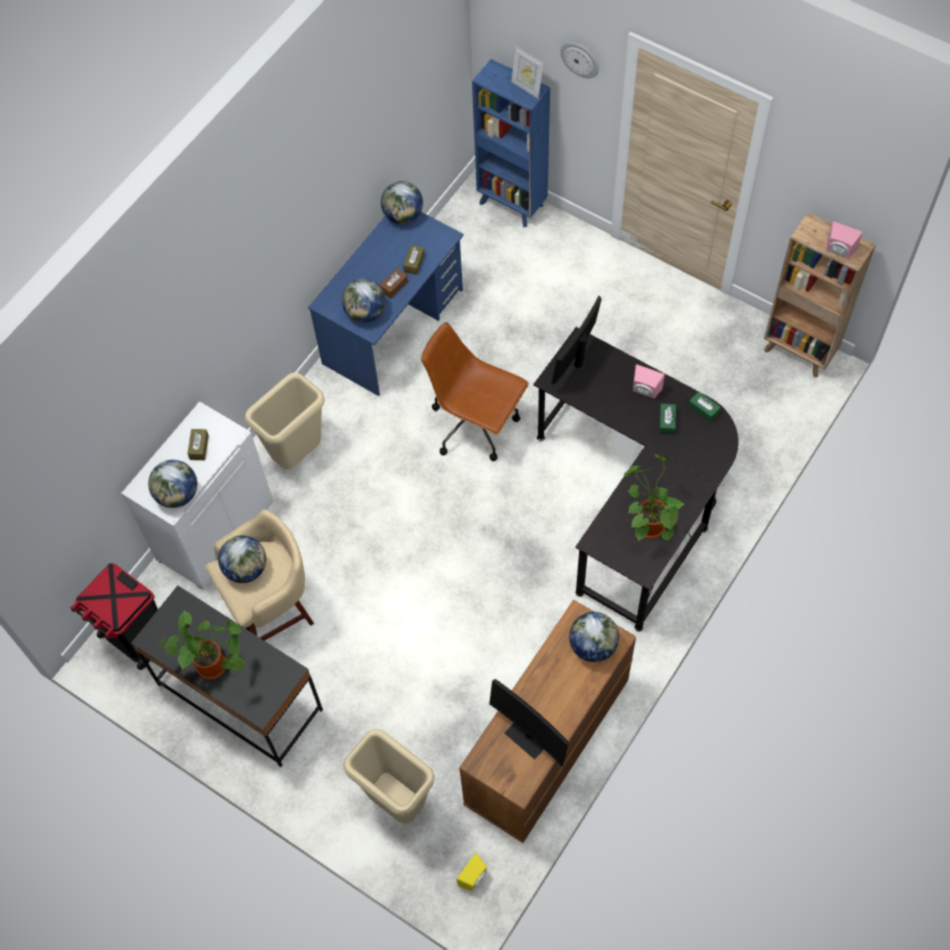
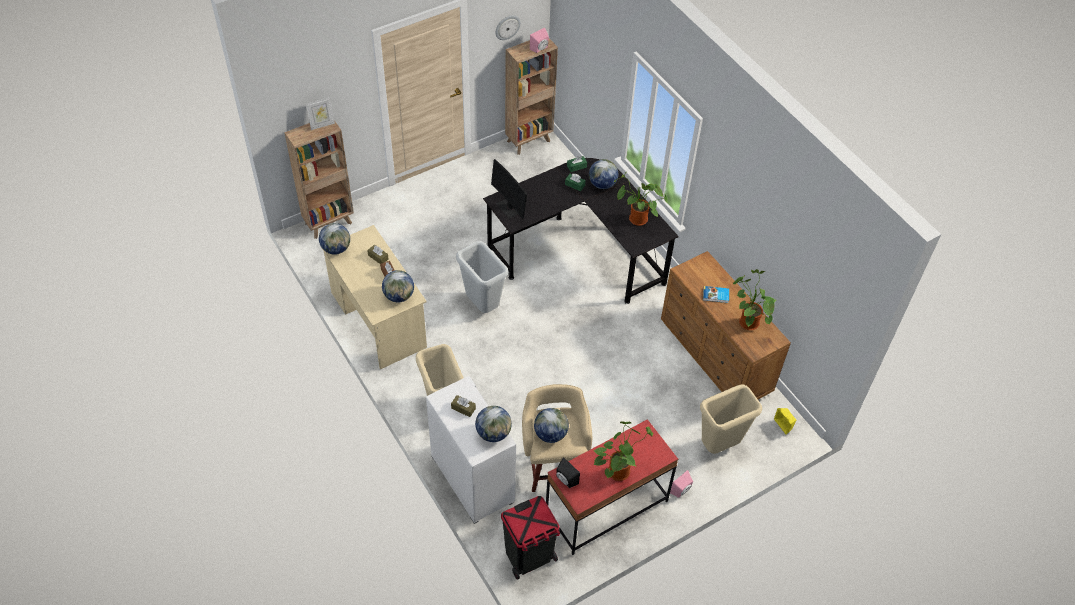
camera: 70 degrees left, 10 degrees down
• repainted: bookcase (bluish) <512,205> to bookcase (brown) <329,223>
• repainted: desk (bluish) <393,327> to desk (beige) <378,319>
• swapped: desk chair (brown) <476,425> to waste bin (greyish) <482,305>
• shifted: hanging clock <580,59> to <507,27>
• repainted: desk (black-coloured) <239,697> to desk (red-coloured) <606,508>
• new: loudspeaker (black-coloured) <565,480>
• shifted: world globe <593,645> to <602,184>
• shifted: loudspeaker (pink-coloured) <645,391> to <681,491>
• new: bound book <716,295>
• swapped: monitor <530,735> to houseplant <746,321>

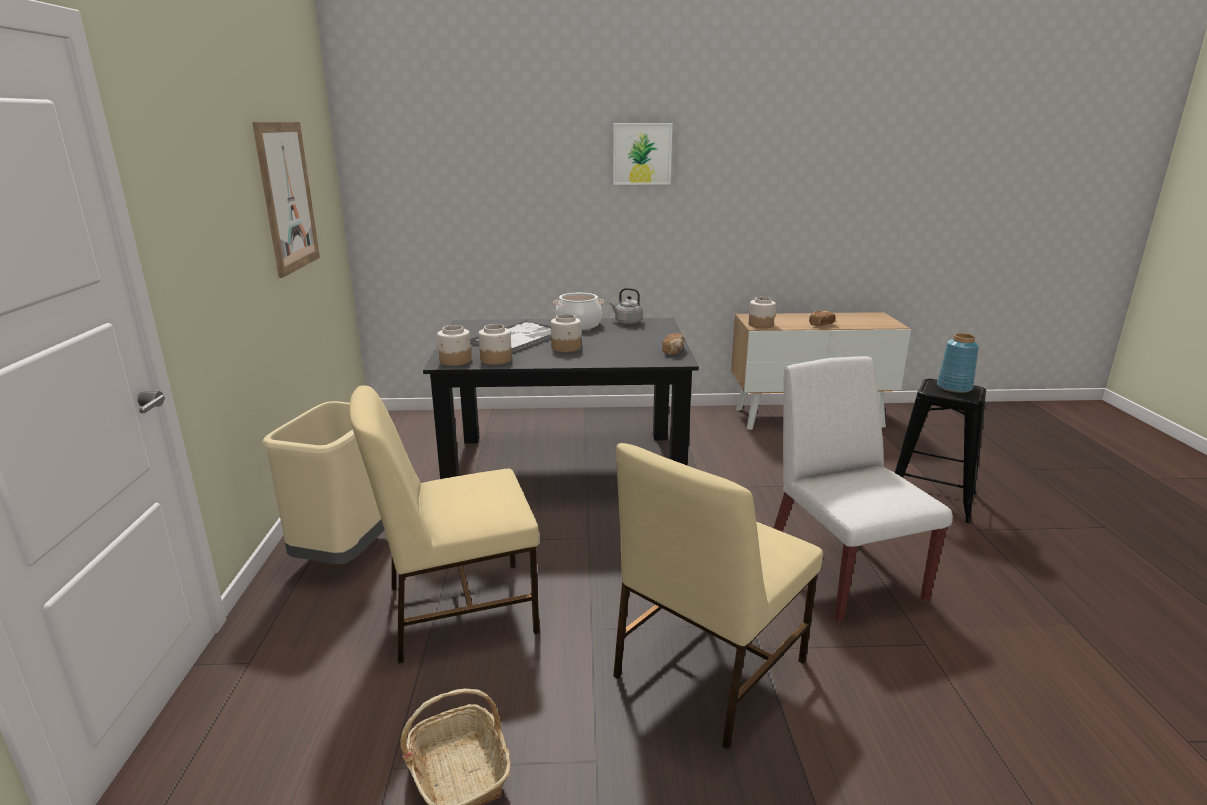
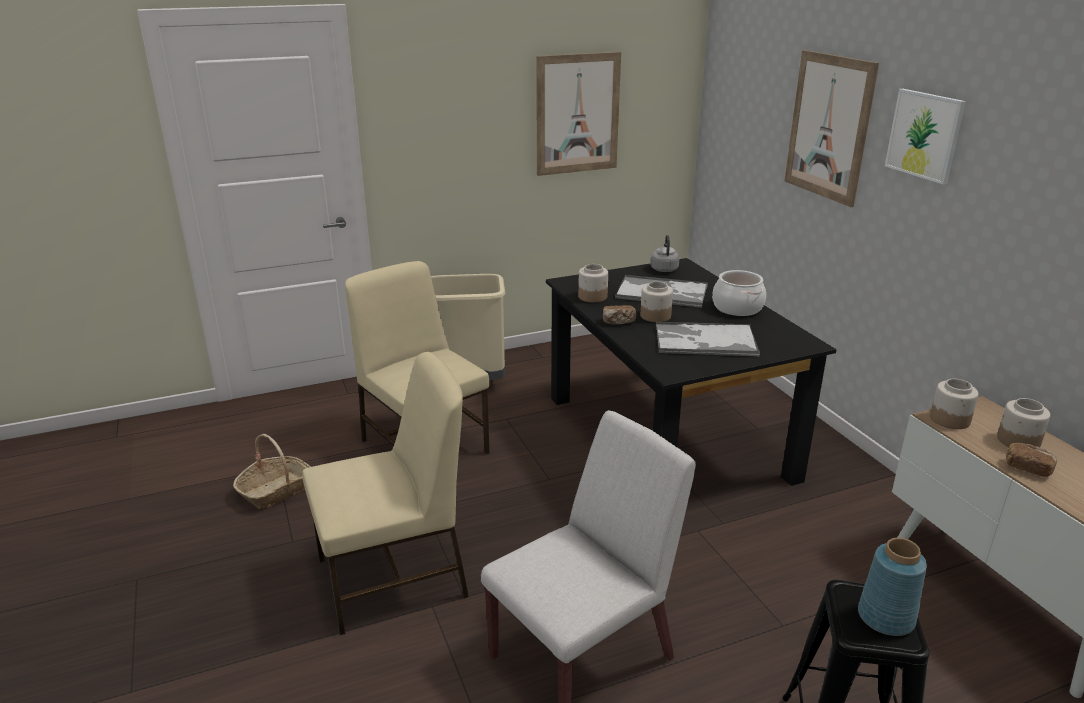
camera: 70 degrees right, 5 degrees up
• rotated: plain chair (beige) <707,669> = <395,577> 135 degrees clockwise
• shifted: bread <673,351> to <618,322>
• shifted: tea kettle (greyish) <627,322> to <664,269>
• new: serving tray <704,341>
• new: picture <828,127>
• shifted: jar <455,361> to <1018,441>

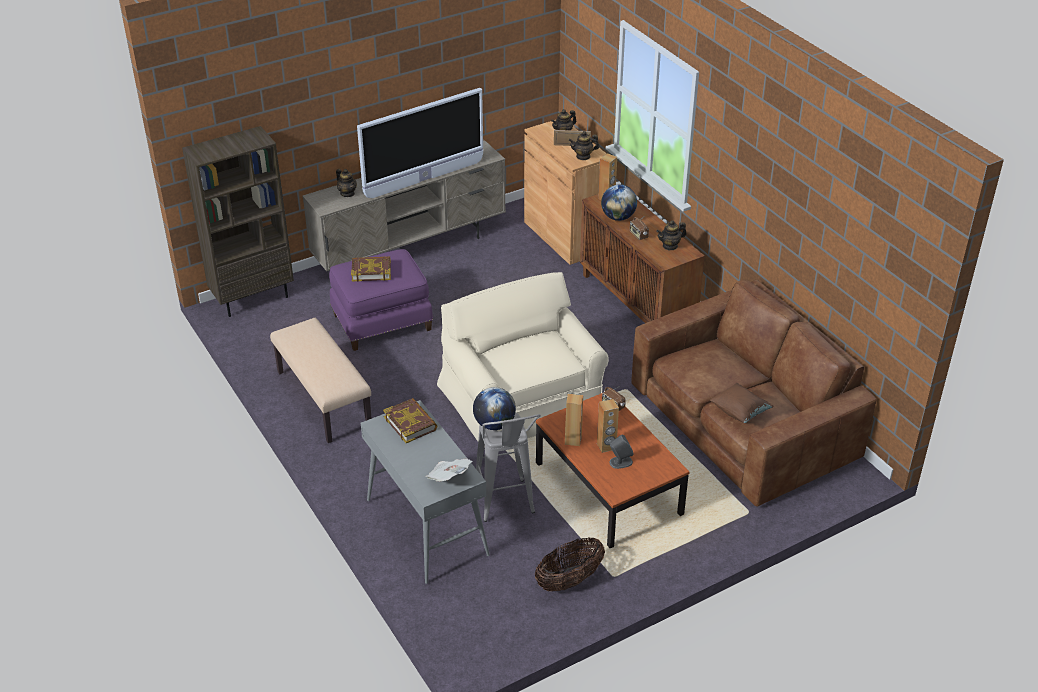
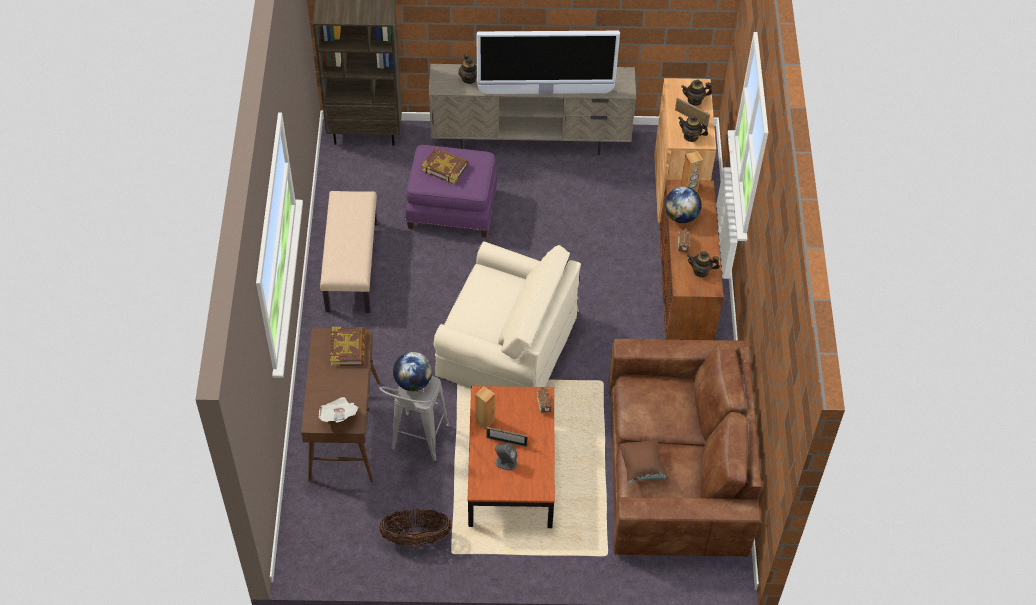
camera: 30 degrees right, 15 degrees up
• repainted: console table (greyish) <426,527> to console table (brown) <344,430>
• rotated: armchair (beige) <521,399> = <507,346> 105 degrees clockwise
• swapped: loudspeaker (brown) <606,446> to standing frame <506,441>

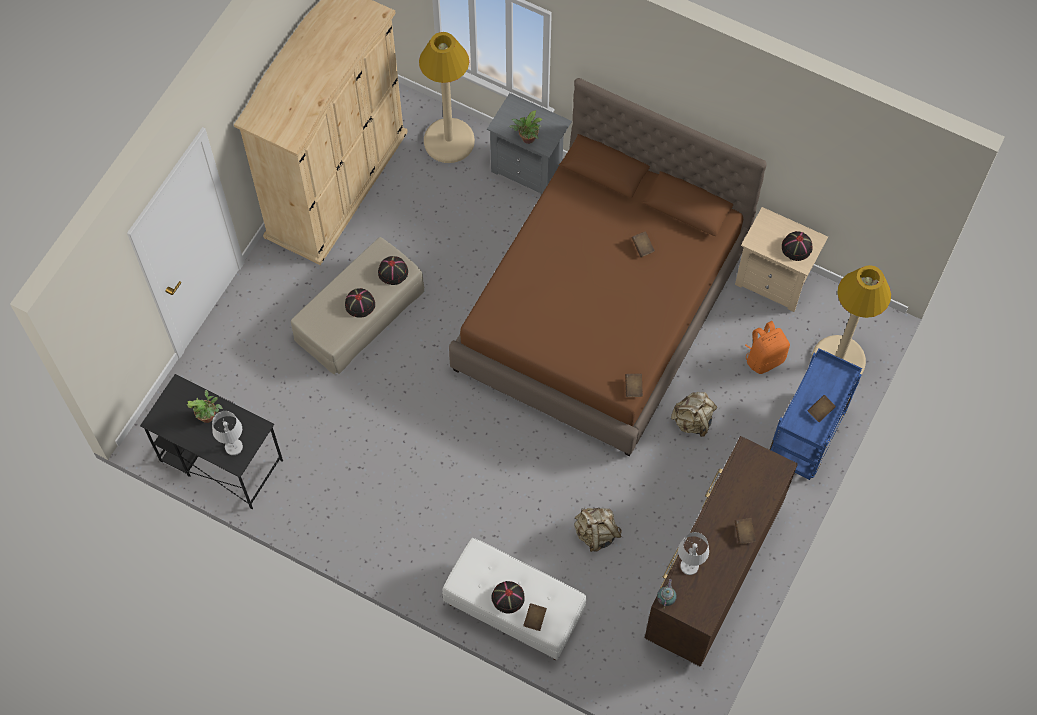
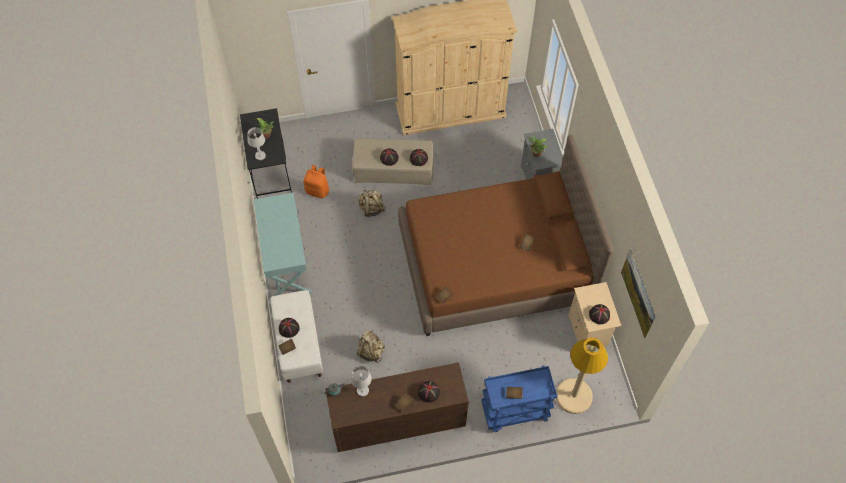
camera: 50 degrees right, 5 degrees down
• new: console table (turquoise-coloured) <286,261>
• shifted: rucksack (orangey) <764,358> to <318,190>
• shifted: rucksack (beige) <693,421> to <371,208>
• new: wearable hat (black-coloured) <428,392>
• new: picture <635,299>
• gone: standing lamp (beige) <449,141>

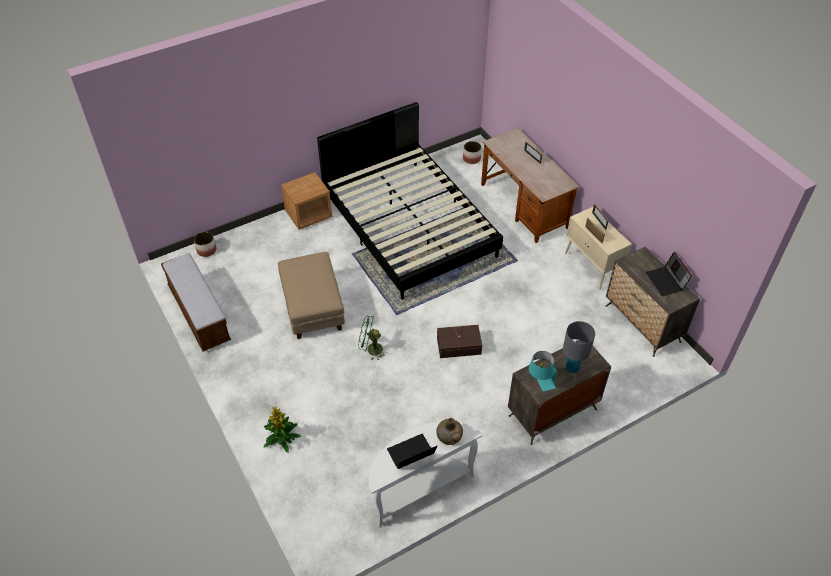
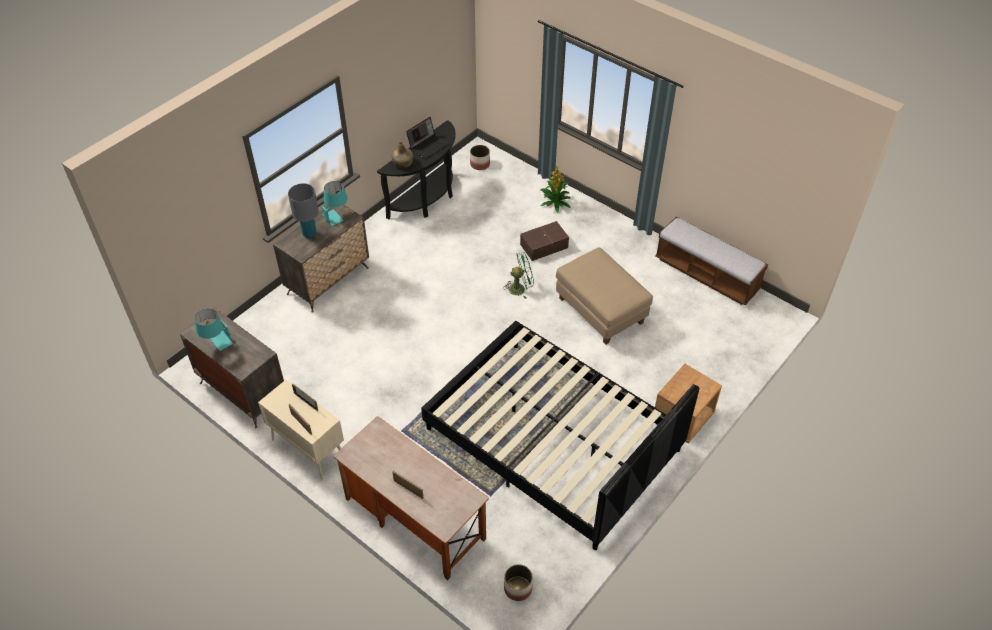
camera: 160 degrees right, 0 degrees up
• swapped: notebook computer <666,281> to table lamp (turquoise-coloured) <216,343>
• repainted: console table (whitish) <419,488> to console table (black-coloured) <426,200>
• shifted: flower pot <206,250> to <480,164>
• shifted: storage container (brown) <459,346> to <543,246>

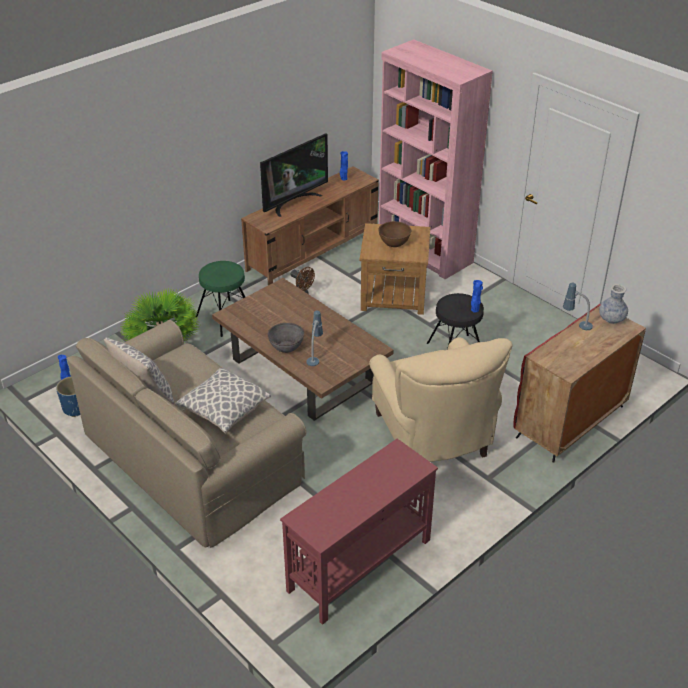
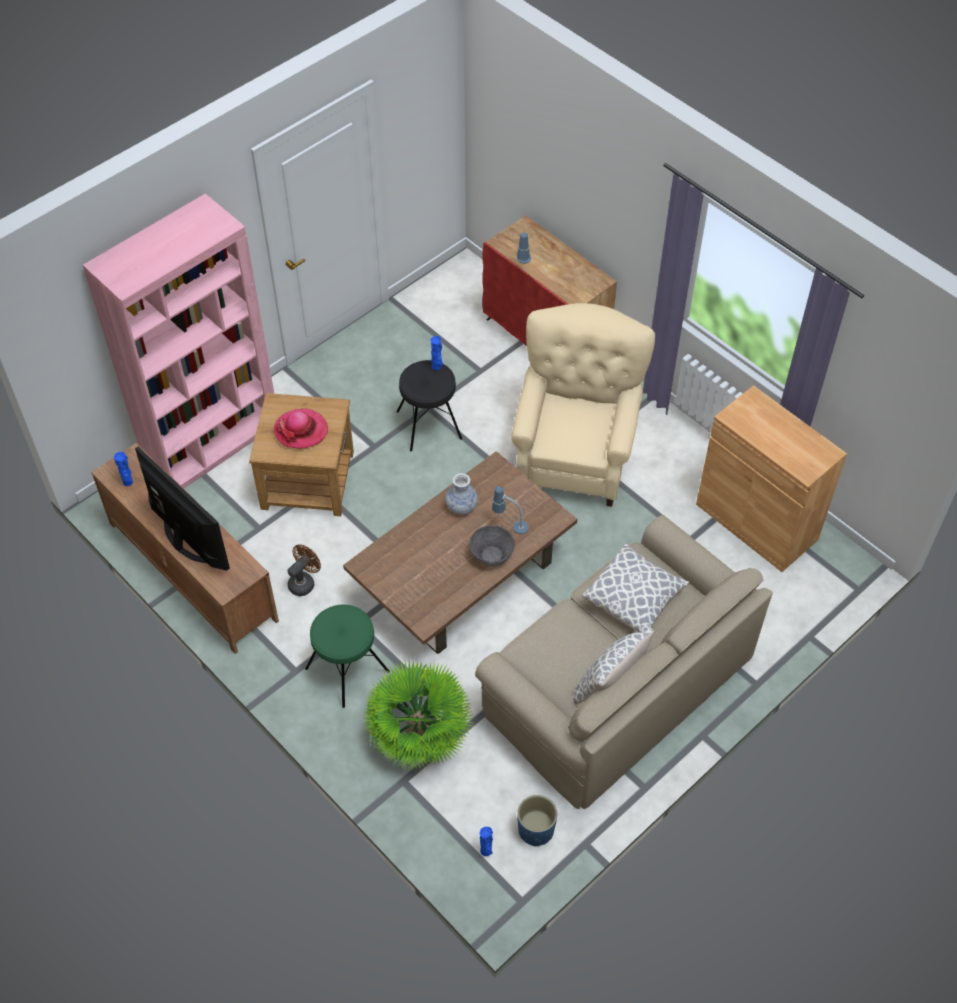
camera: 90 degrees left, 15 degrees up
• swapped: serving bowl (brown) <394,242> to wearable hat <301,430>
• shifted: flower vase <611,319> to <461,506>
• rotated: armchair (beige) <432,438> = <575,454> 60 degrees counterclockwise
• swapped: console table (red-coloured) <358,565> to cabinet (brown) <756,522>

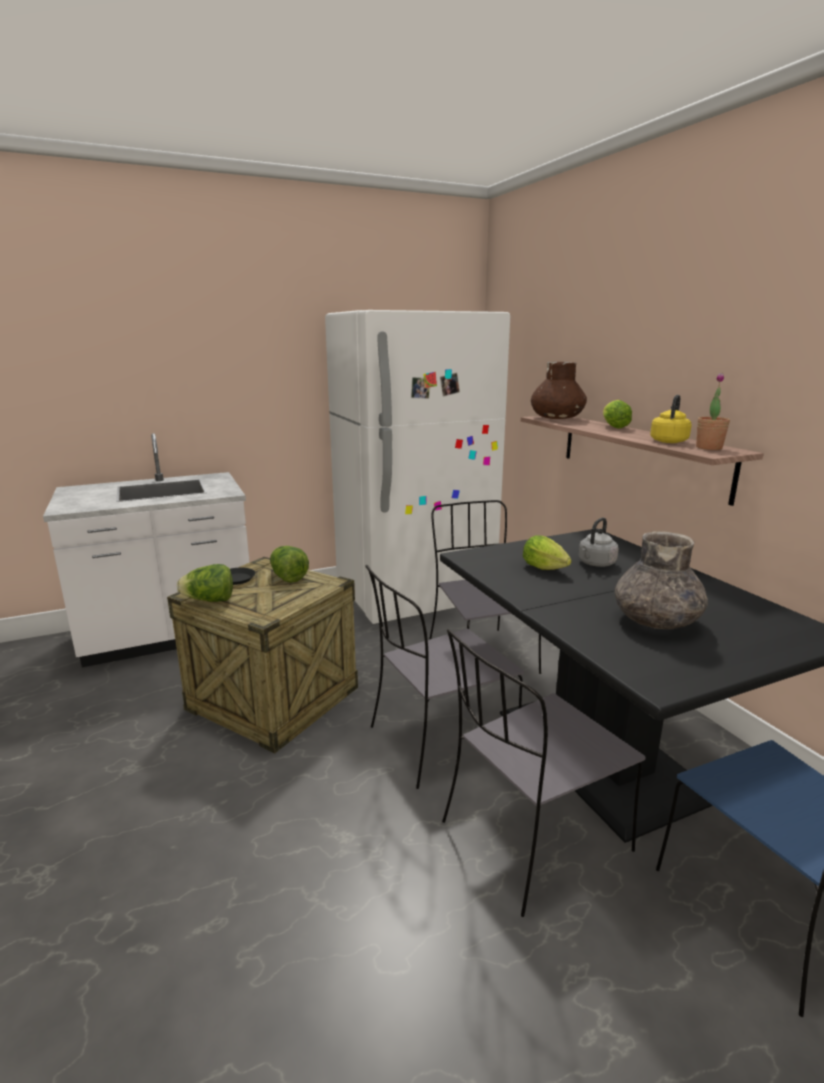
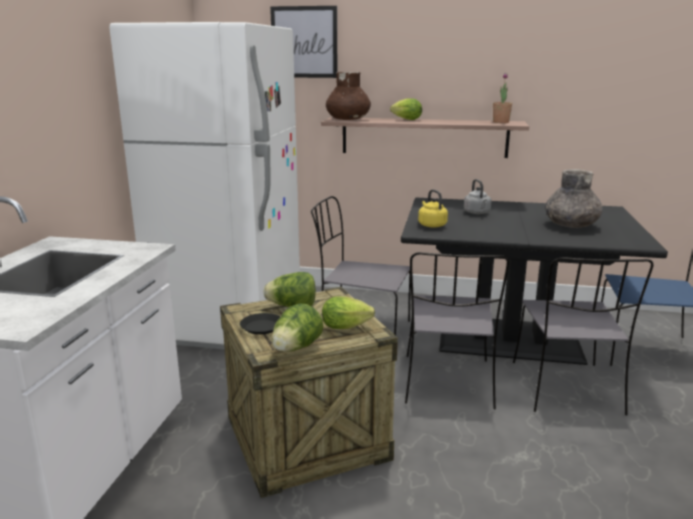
camera: 55 degrees left, 0 degrees up
• new: picture <304,42>
• shifted: lettuce head <546,569> to <348,327>
• shifted: tea kettle (yellowish) <669,441> to <431,225>

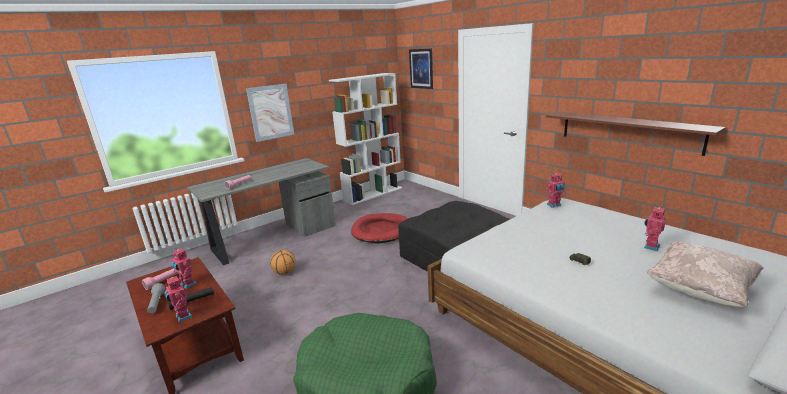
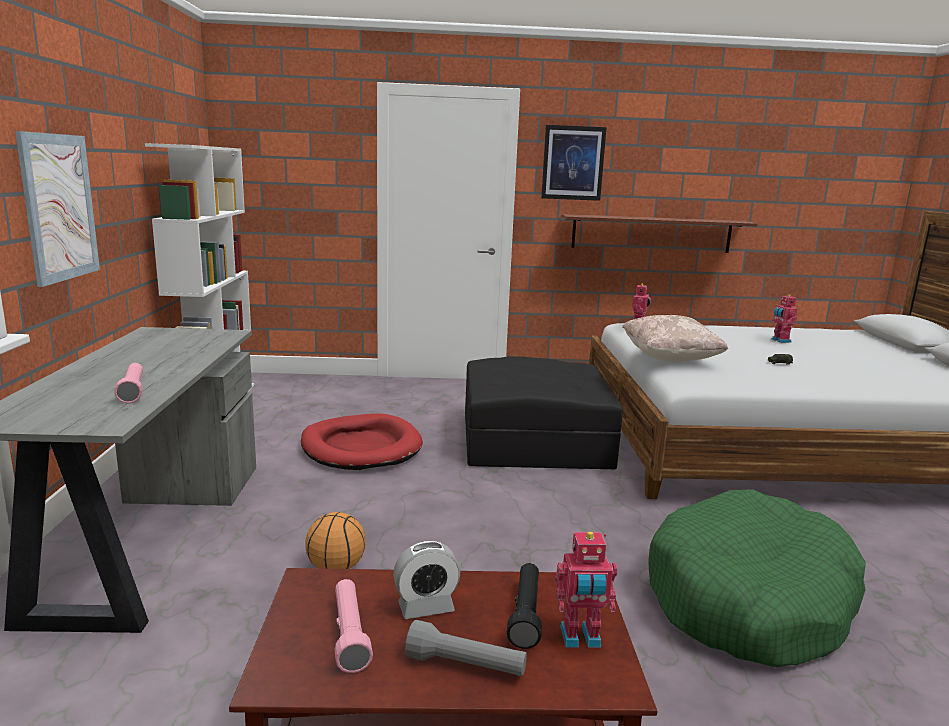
camera: 55 degrees left, 5 degrees down
• swapped: model robot <187,285> to bedside clock <426,607>
• shifted: picture <421,68> to <573,163>
• shifted: pillow (beige) <699,290> to <670,359>

